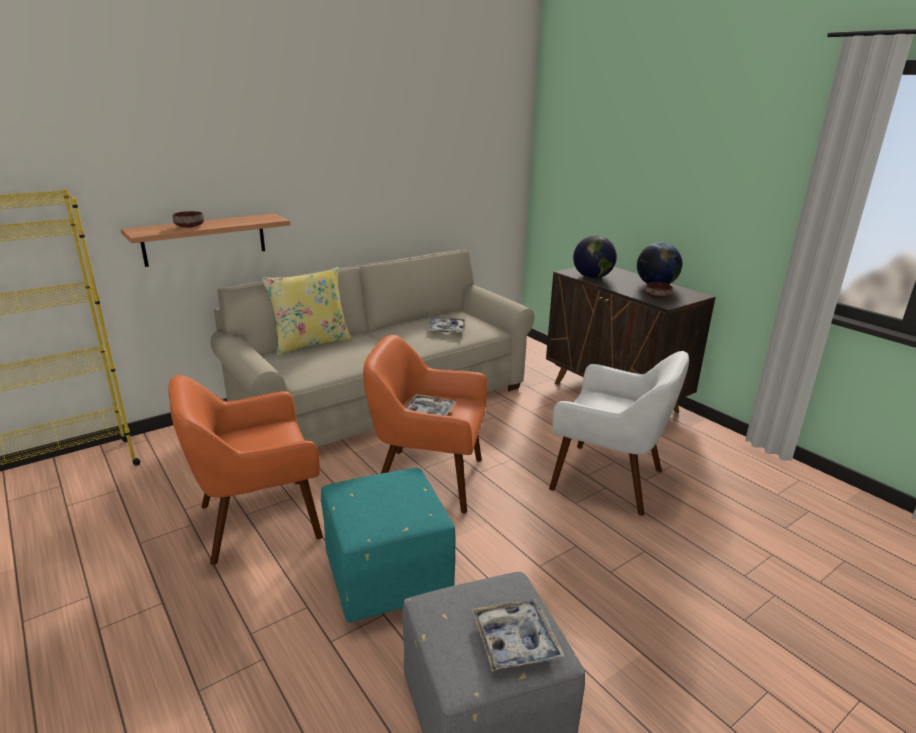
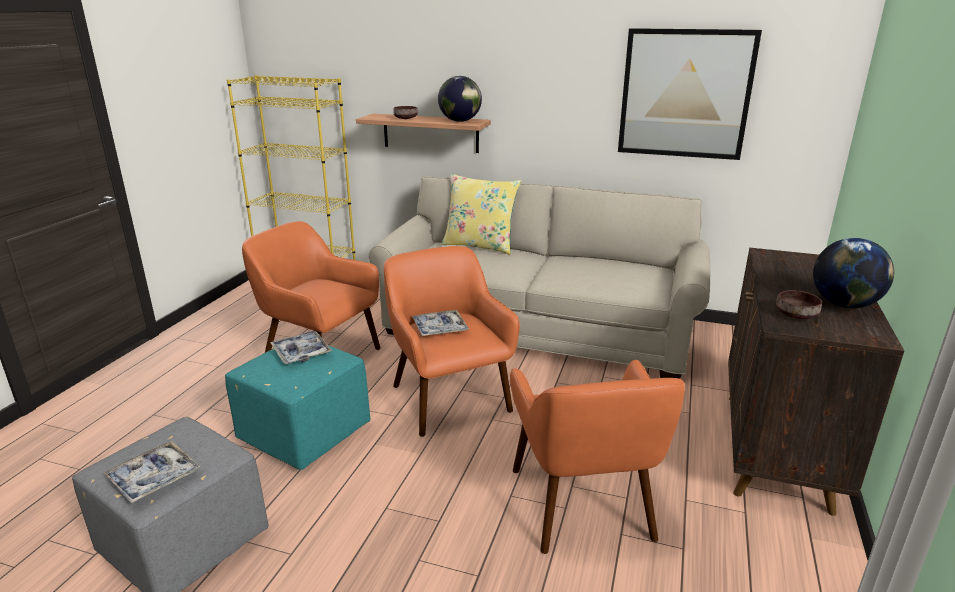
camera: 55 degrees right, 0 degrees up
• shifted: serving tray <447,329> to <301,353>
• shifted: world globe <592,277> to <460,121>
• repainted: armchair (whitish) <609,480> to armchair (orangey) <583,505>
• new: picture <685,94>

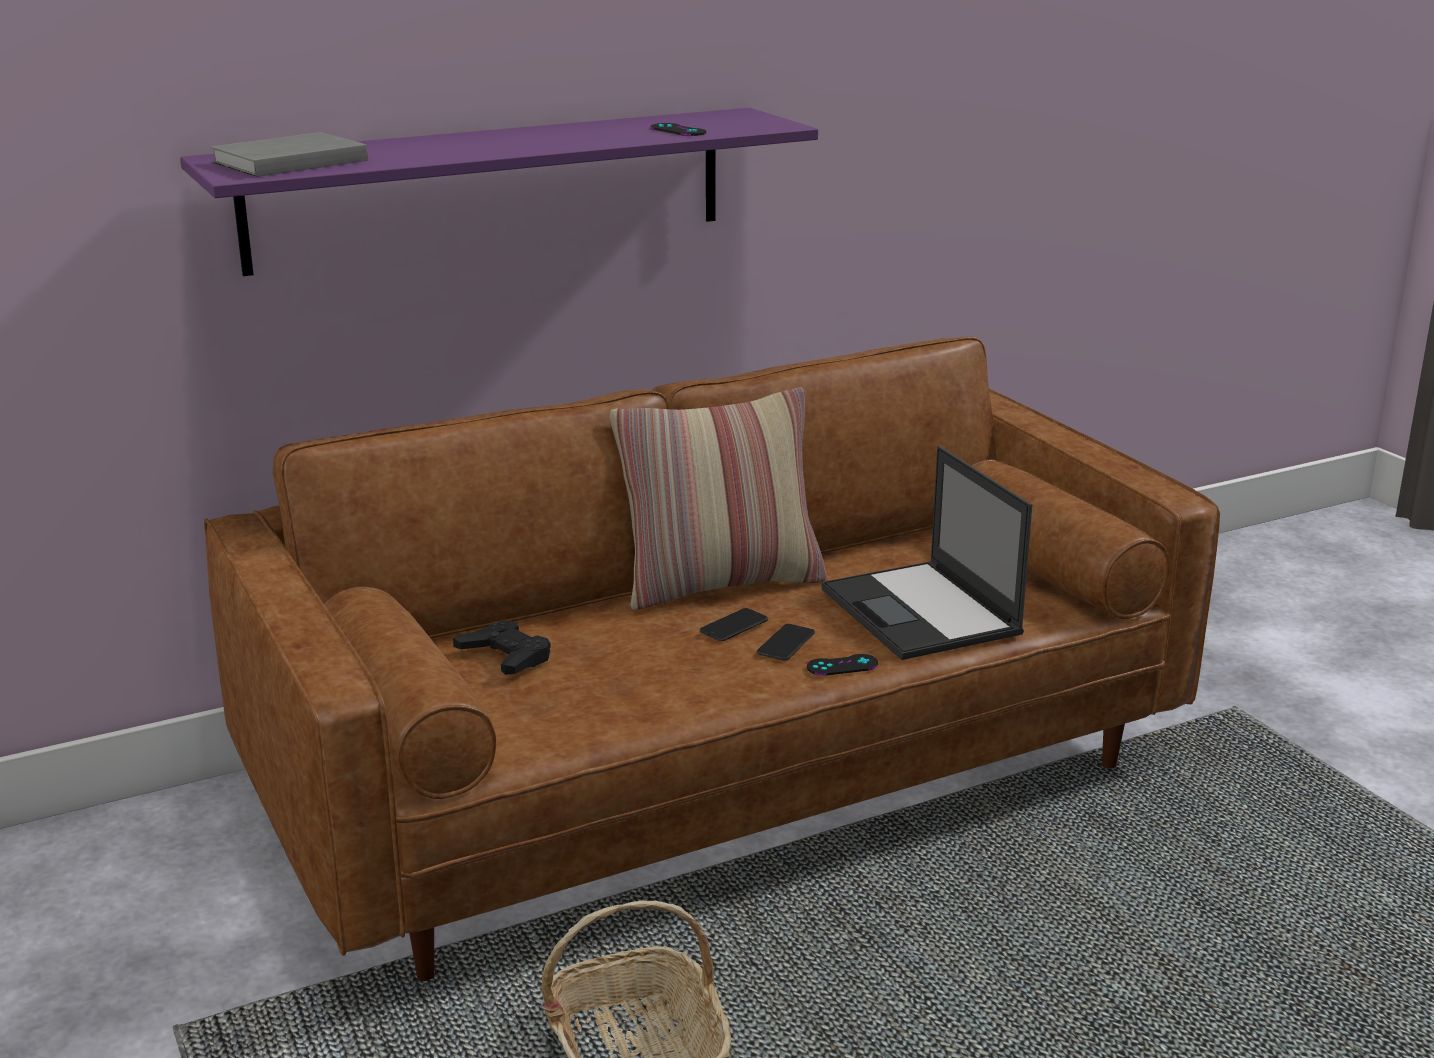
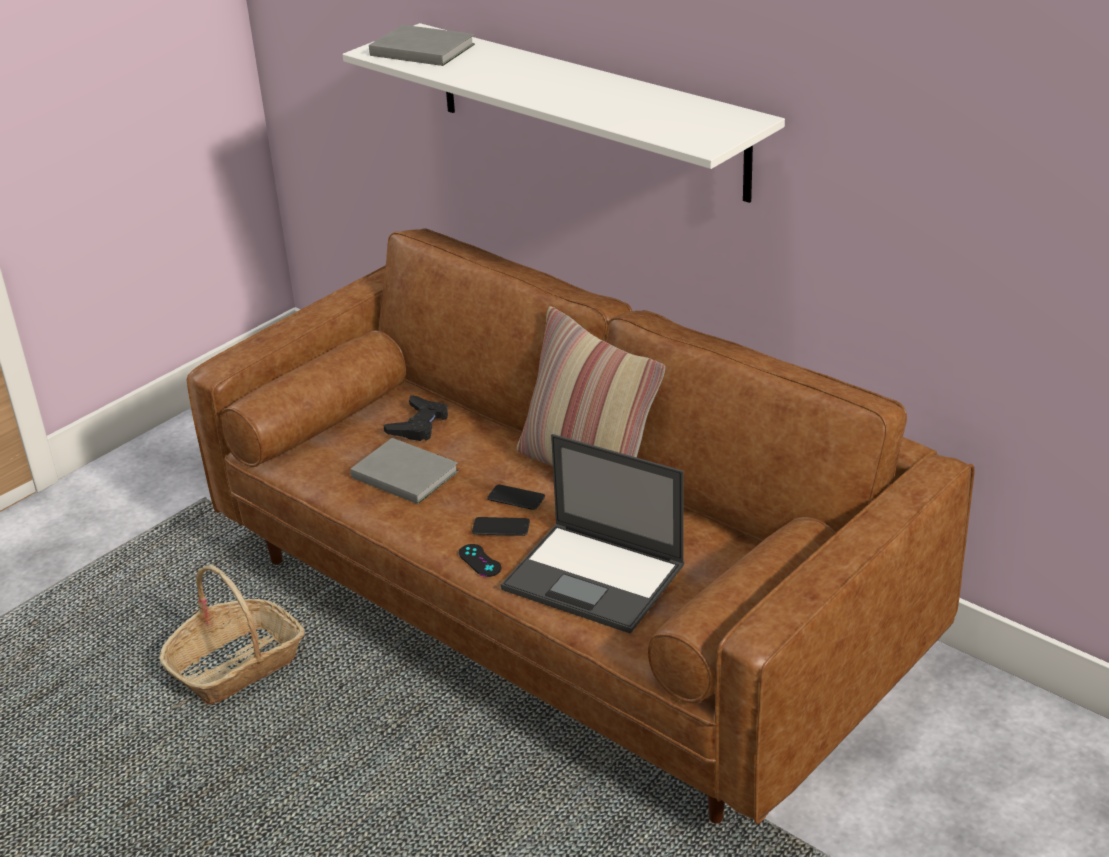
camera: 70 degrees right, 10 degrees up
• repainted: bracket shelf (purple-coloured) <489,188> to bracket shelf (whitish) <588,110>
• new: bound book (greyish) <404,473>
• rotated: notebook computer <922,612> = <596,577> 105 degrees counterclockwise
• gone: game controller (black-coloured) <678,130>

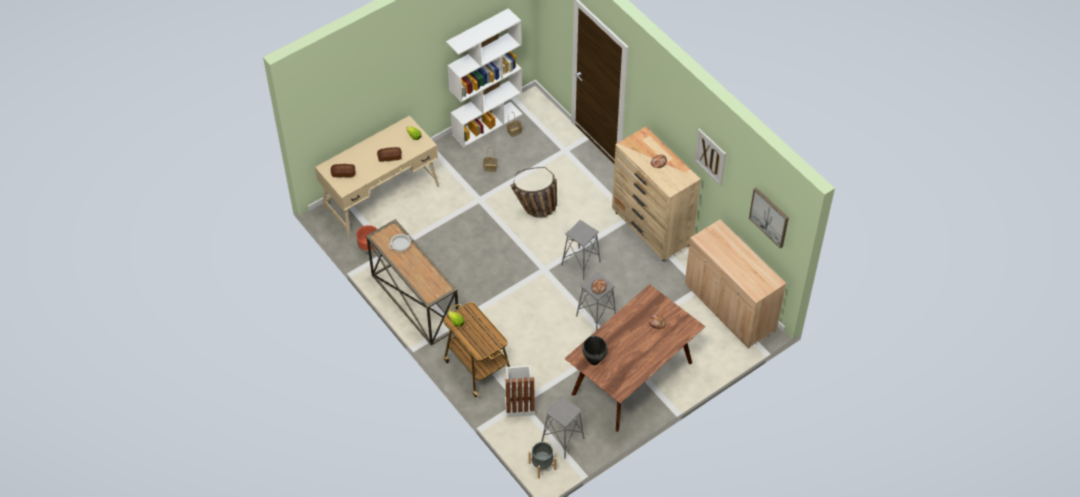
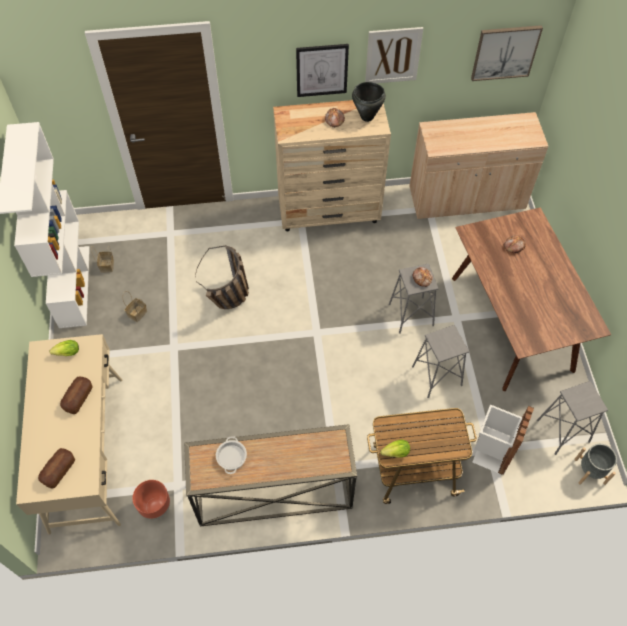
camera: 60 degrees left, 5 degrees up
• new: picture <322,70>
• shifted: cooking pot (black-coloured) <594,361> to <367,117>
• shifted: stool seat (greyish) <581,263> to <436,376>

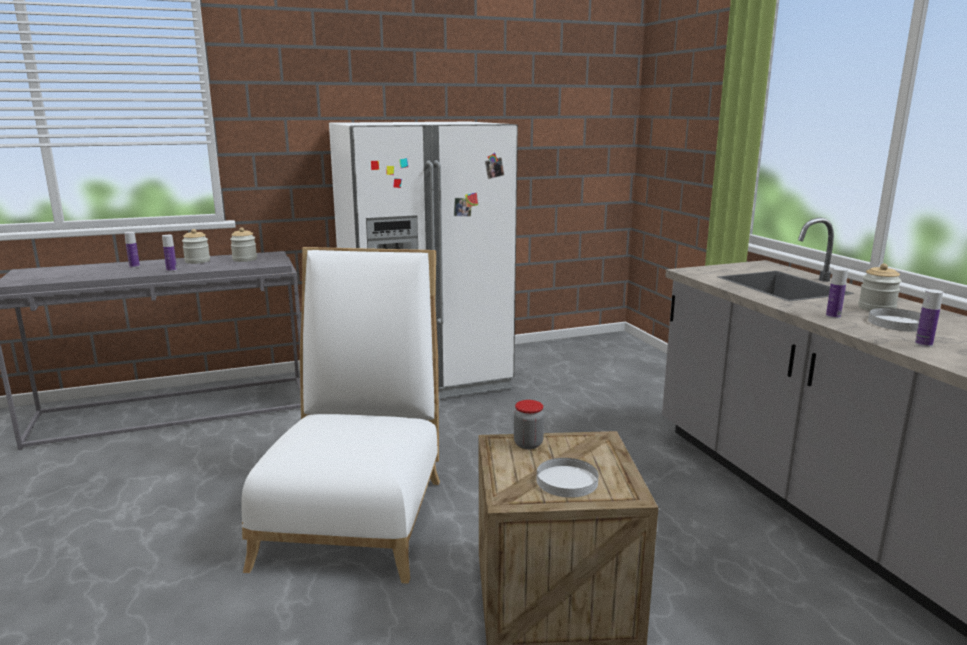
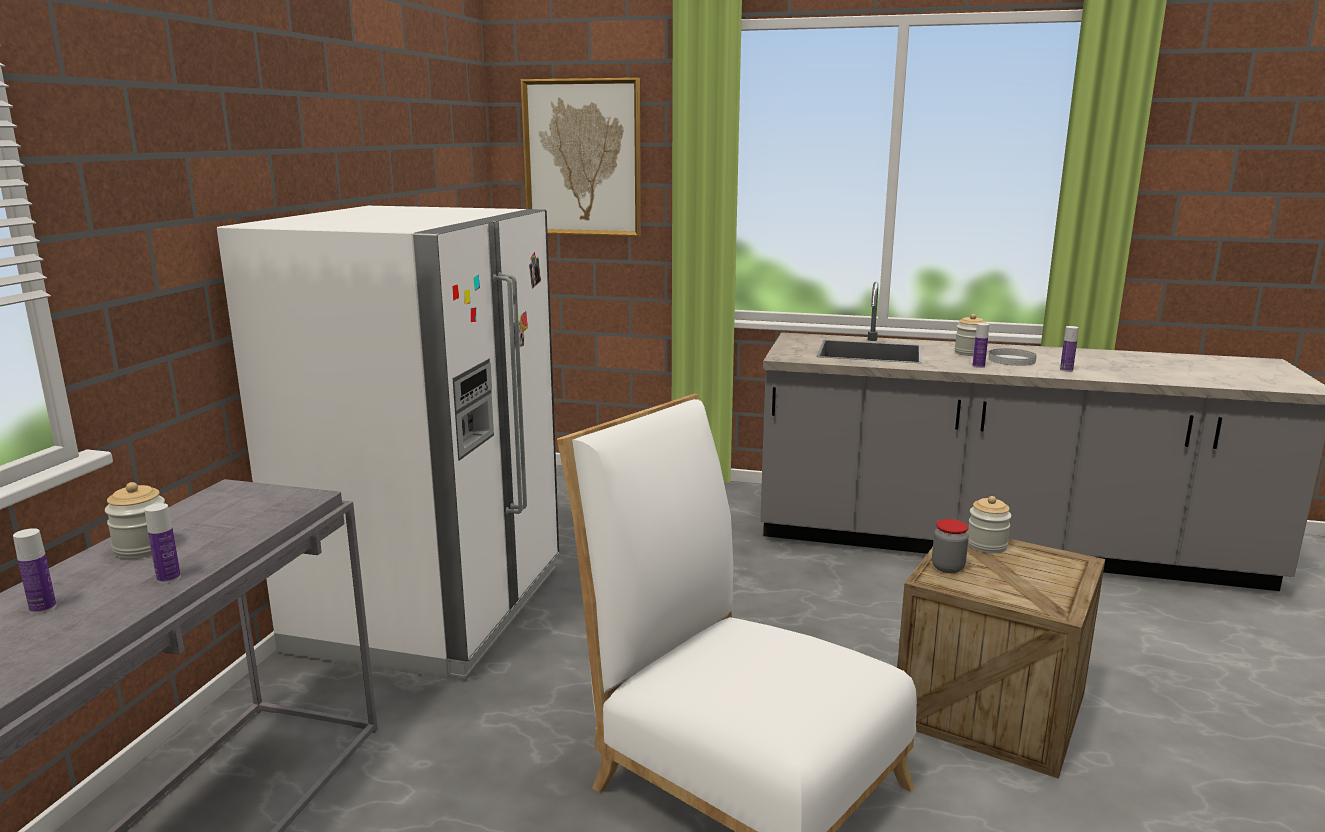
camera: 55 degrees left, 0 degrees up
• new: picture <582,158>
• shifted: jar <244,259> to <986,545>
• gone: plate (whitish) <567,480>

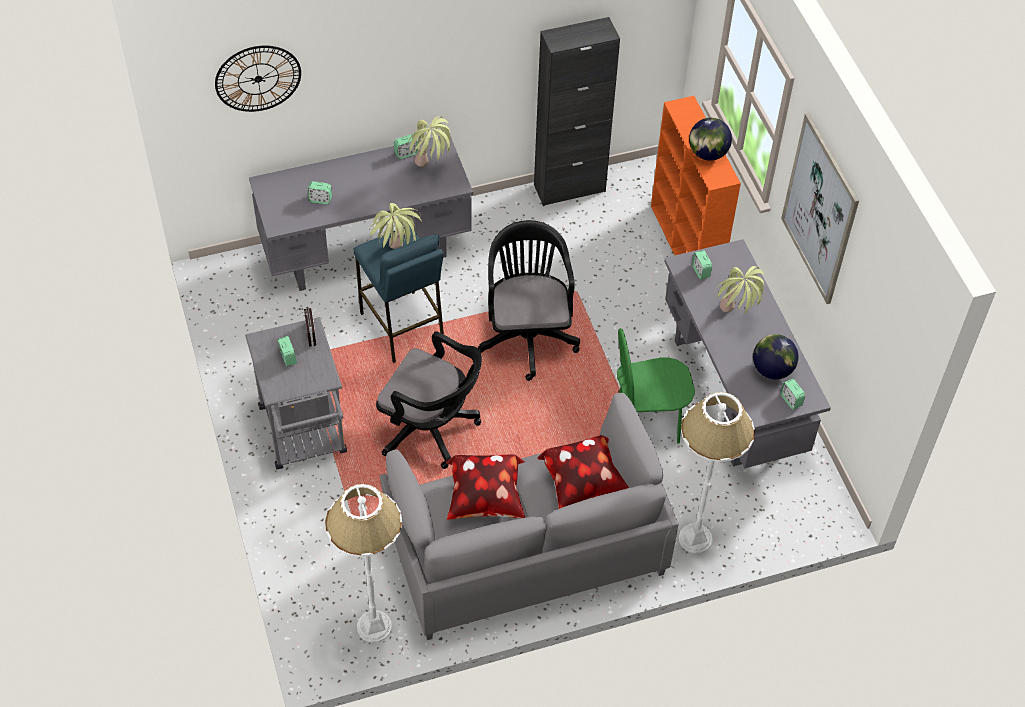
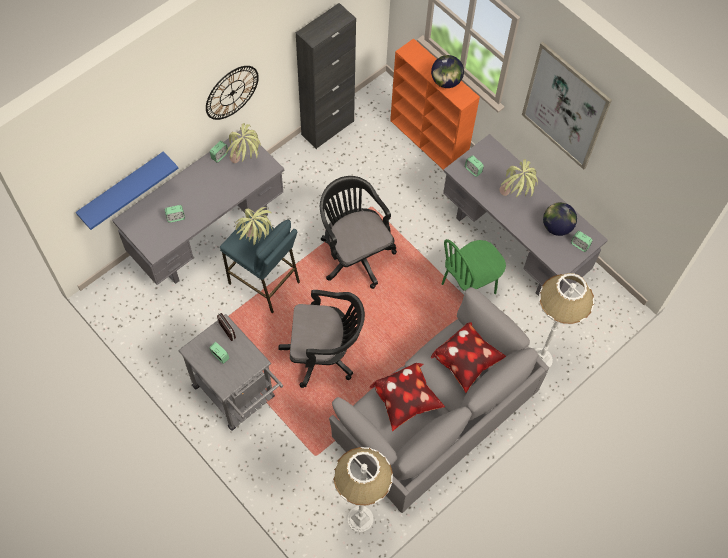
camera: 25 degrees left, 10 degrees up
• new: bracket shelf (bluish) <122,188>
• shifted: hanging clock <258,78> to <232,92>

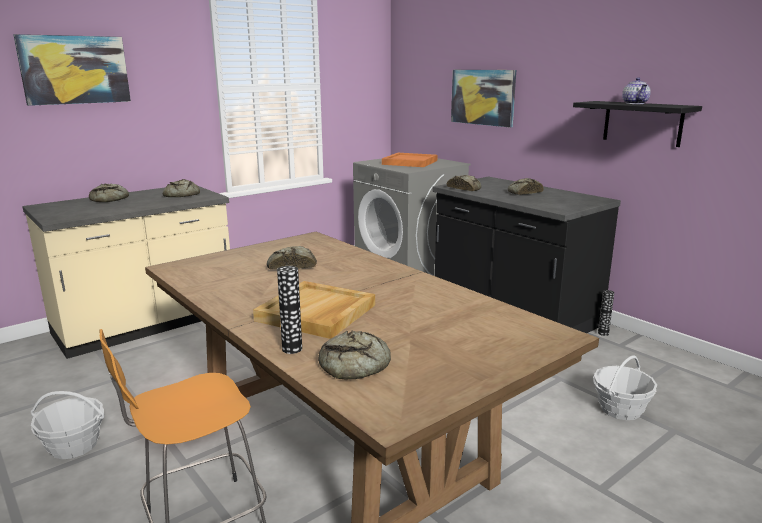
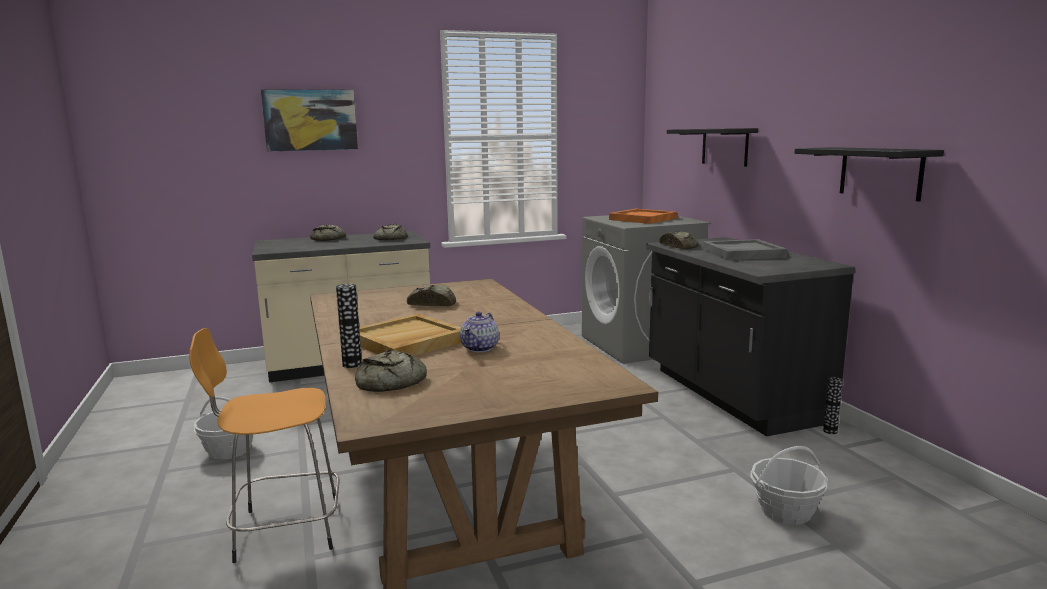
camera: 20 degrees right, 5 degrees down
• shifted: teapot <635,103> to <480,348>
• swapped: picture <483,97> to bracket shelf (black-coloured) <724,146>
• swapped: bread <523,192> to serving tray (greyish) <742,253>

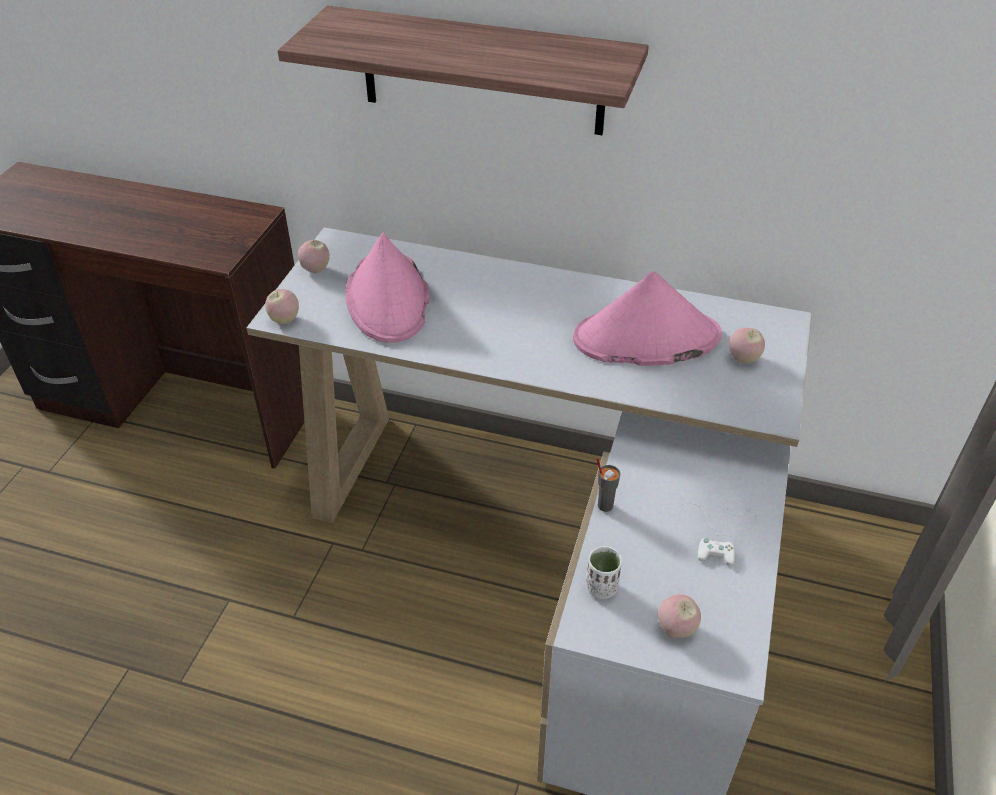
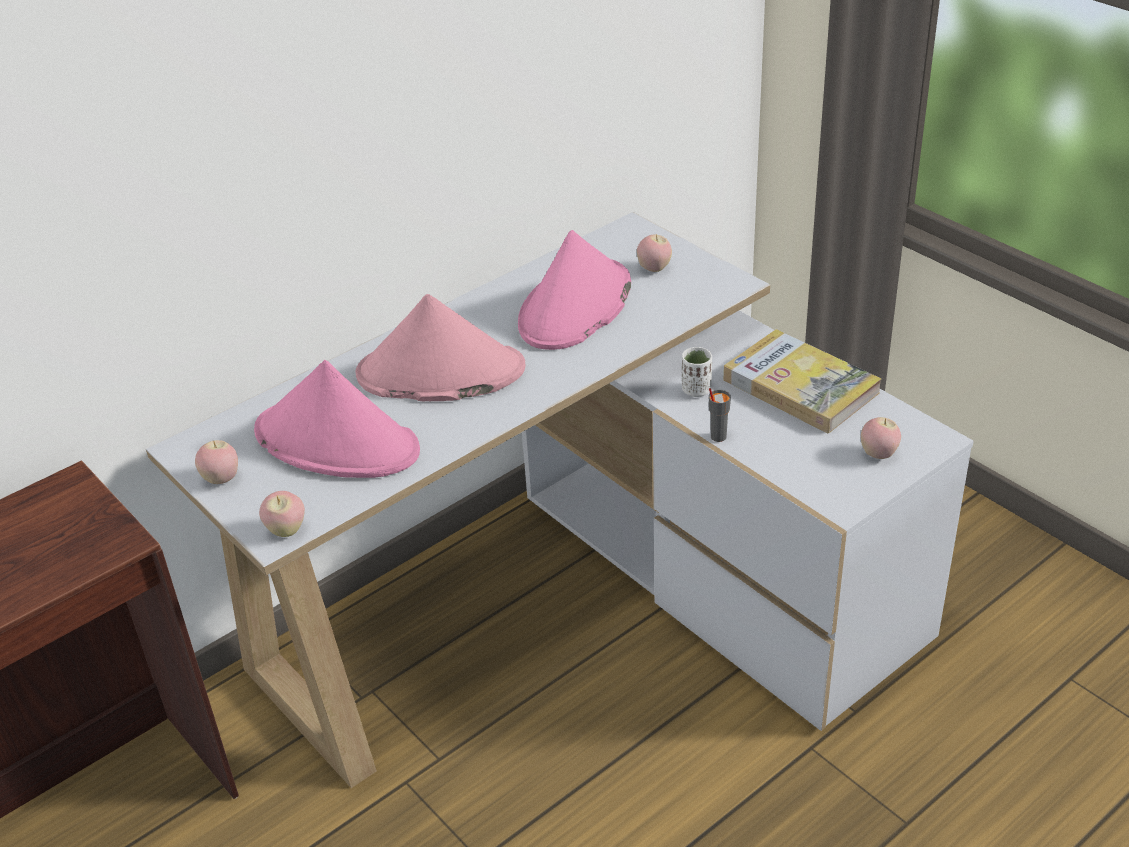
camera: 55 degrees left, 5 degrees down
• new: wearable hat (pink-coloured) <440,373>
• shifted: small cup (whitish) <601,587> to <696,390>
• swapped: game controller (whitish) <722,532> to bound book <800,386>
• gone: bracket shelf <482,72>

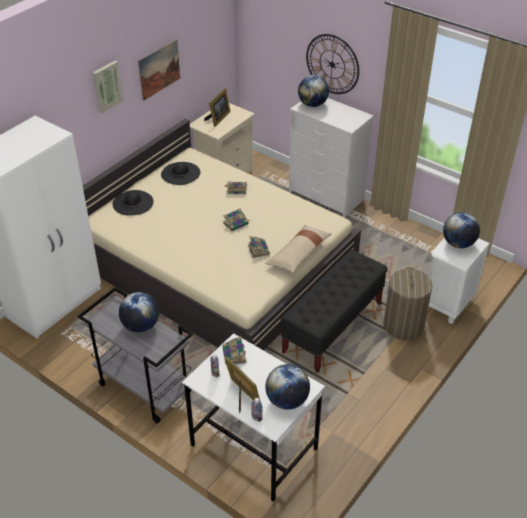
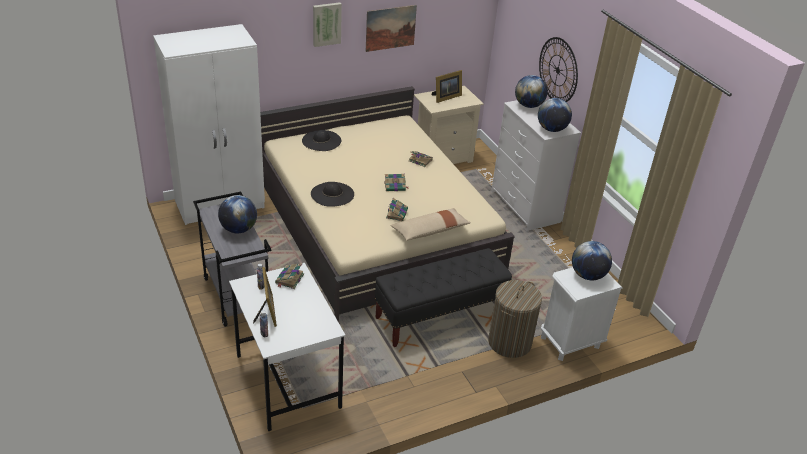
camera: 25 degrees right, 5 degrees down
• shifted: wearable hat (black-coloured) <180,173> to <332,194>
• shifted: world globe <287,400> to <551,129>

